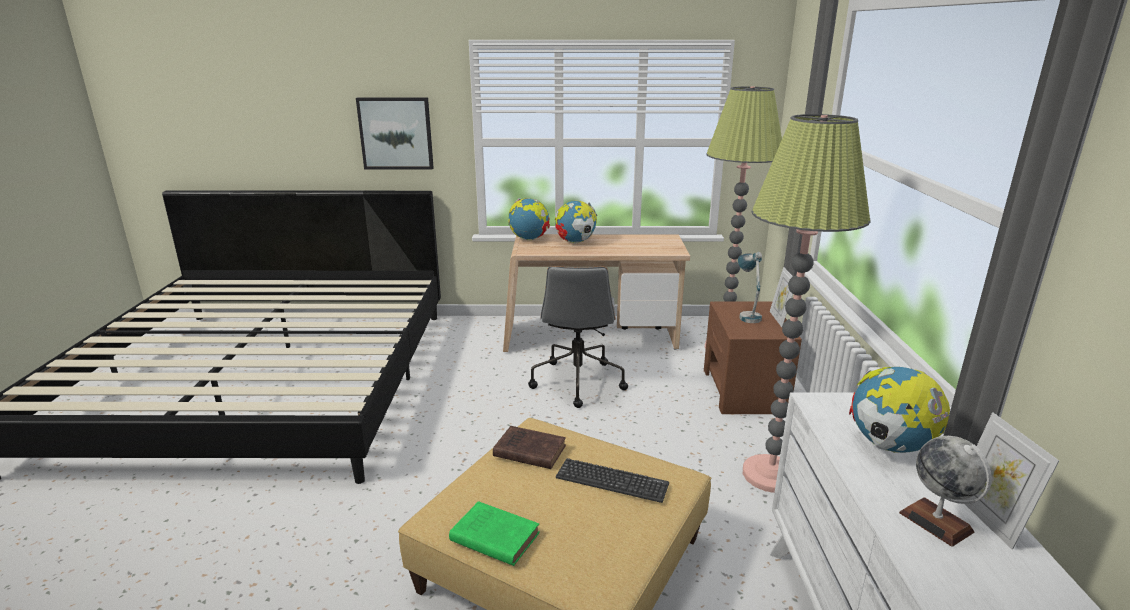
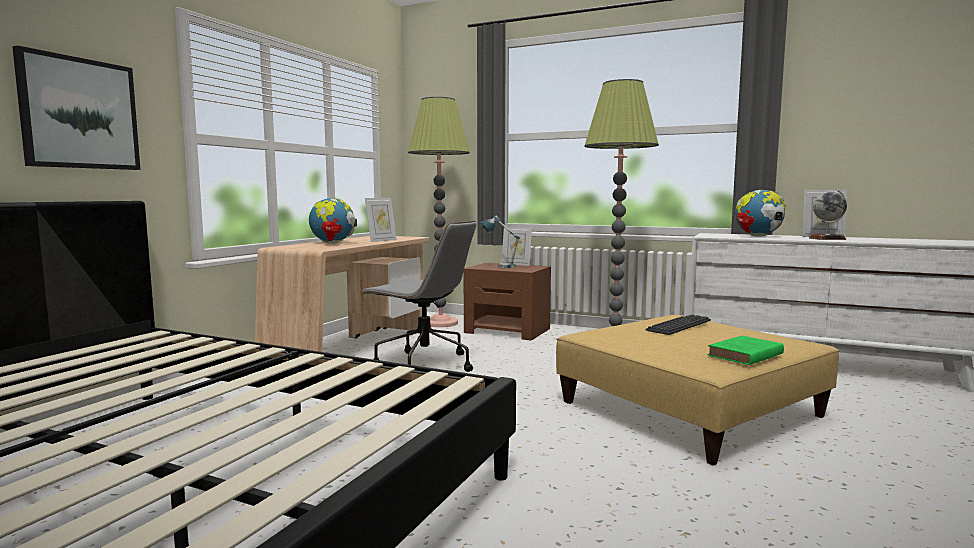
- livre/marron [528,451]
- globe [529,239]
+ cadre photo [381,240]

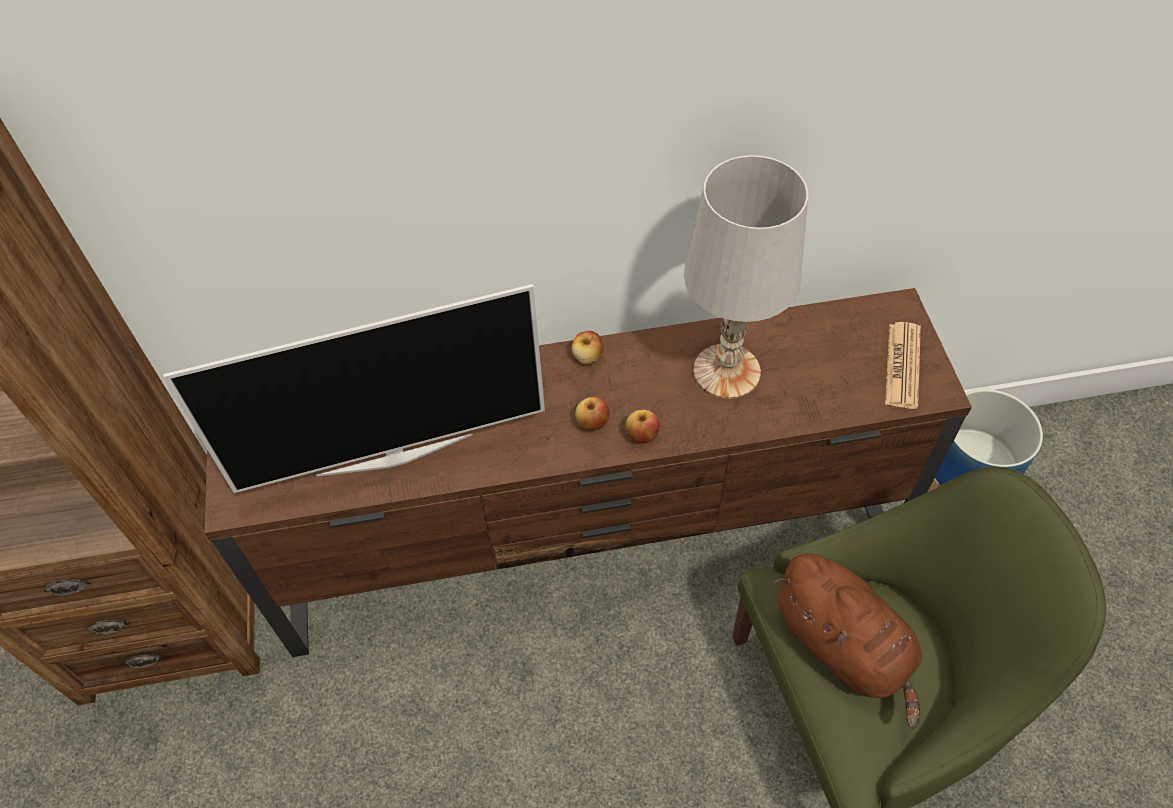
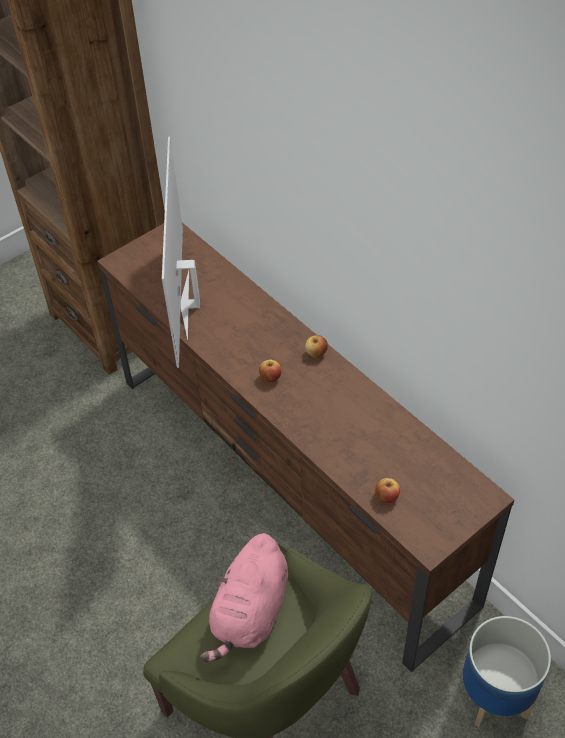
- lampe de table/blanc [726,371]
- journal [902,365]
~ pomme [642,435] to [386,496]
~ peluche/marron [844,647] to peluche/rose [250,613]
~ téléviseur [394,453] = [190,304] 45 degrees clockwise

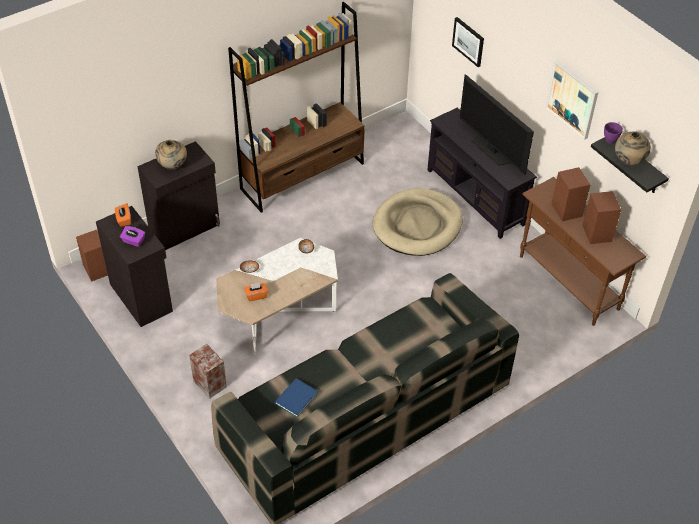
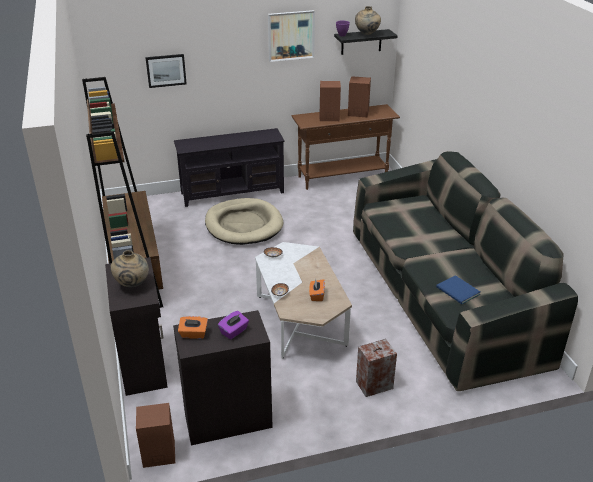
- téléviseur [492,150]

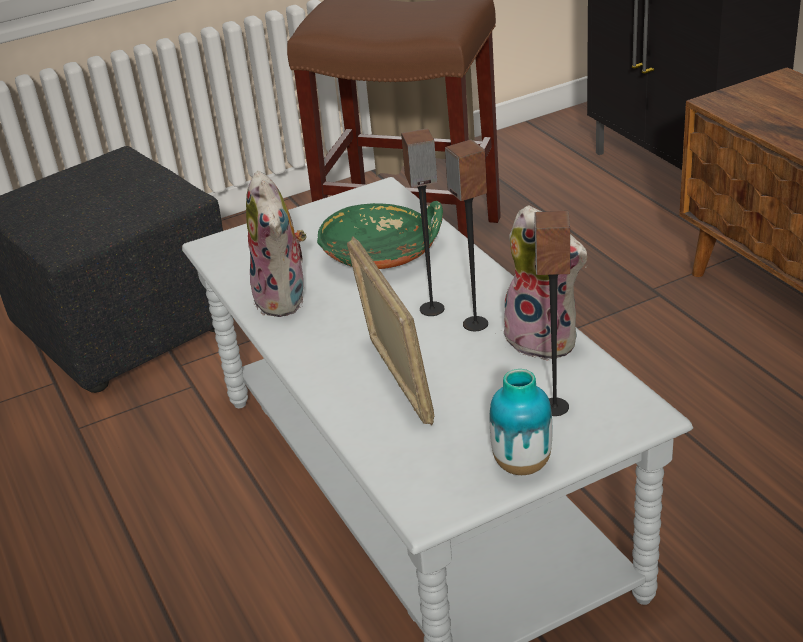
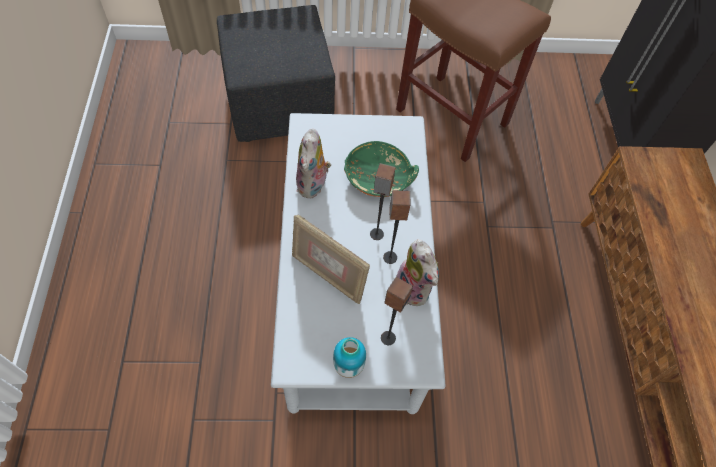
~ cadre photo [395,382] = [328,276] 120 degrees clockwise

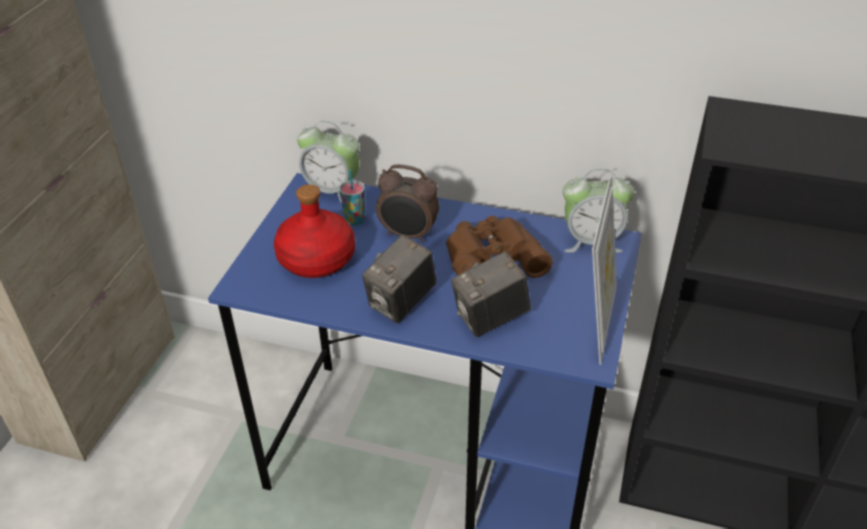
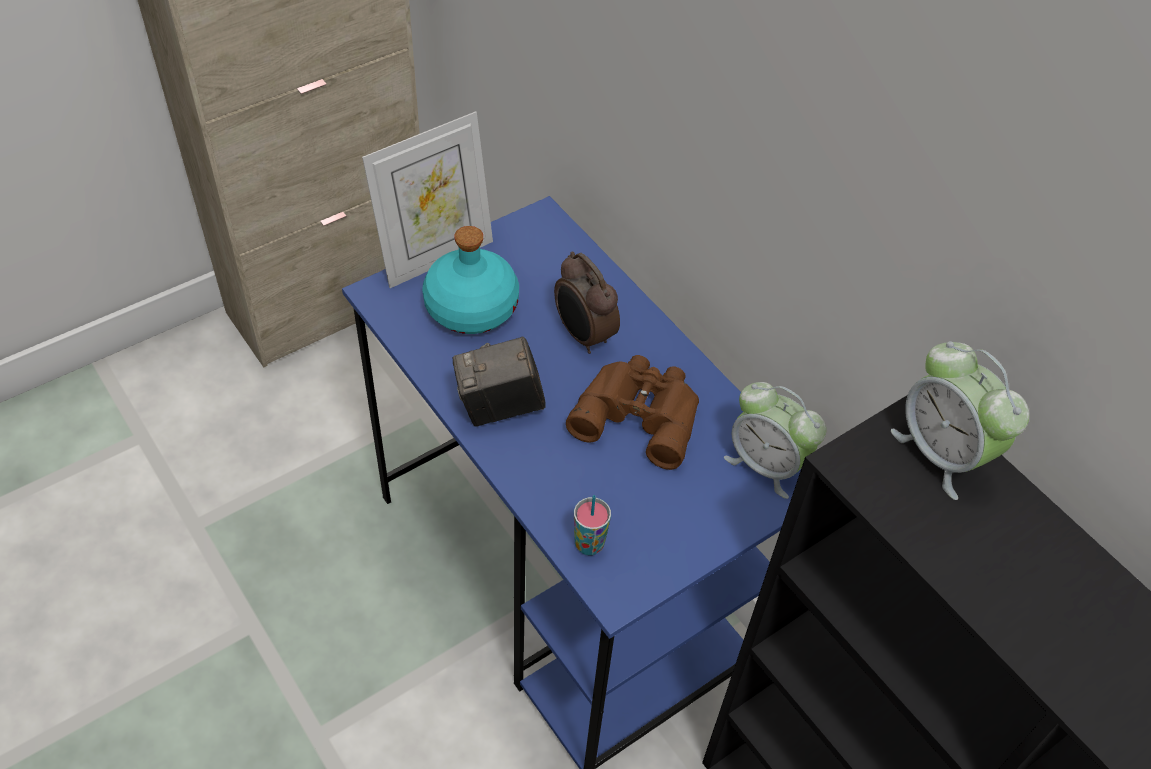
- appareil photo [490,319]
~ réveil [332,191] to [942,453]
~ tasse [354,220] to [589,544]
~ cadre photo [596,322] to [435,257]
~ bouteille/rouge [316,259] to bouteille/turquoise [470,307]

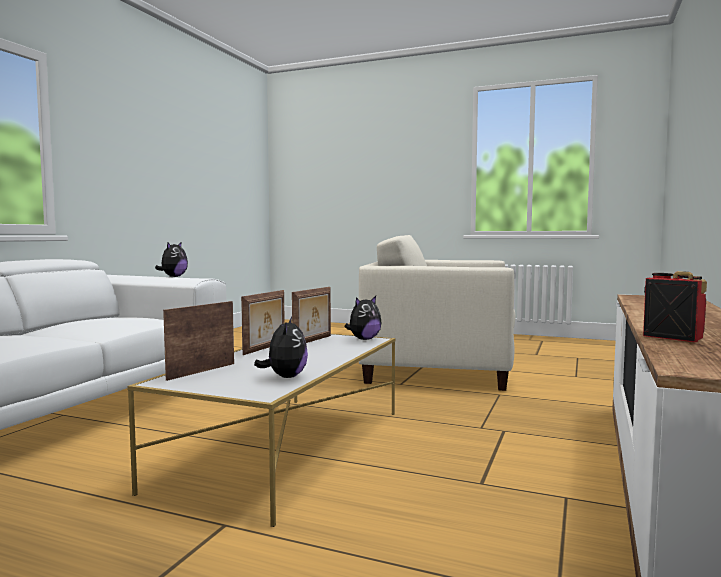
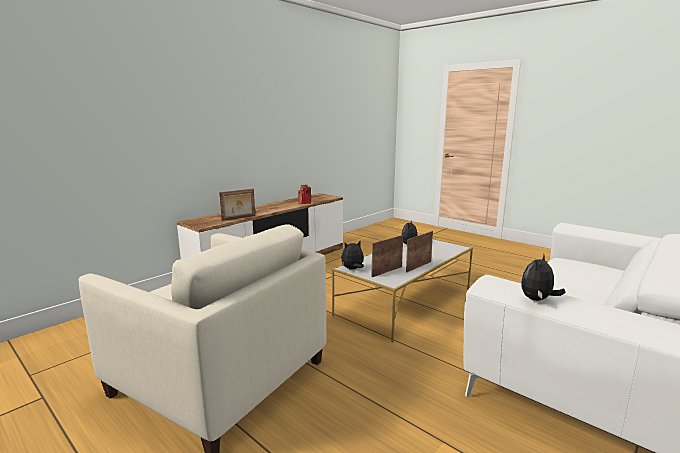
~ cadre photo [200,371] to [239,218]

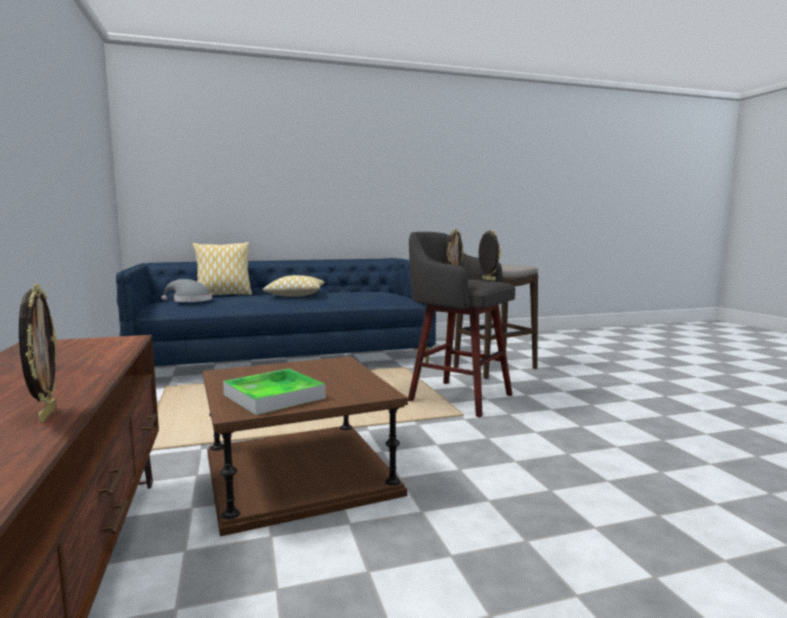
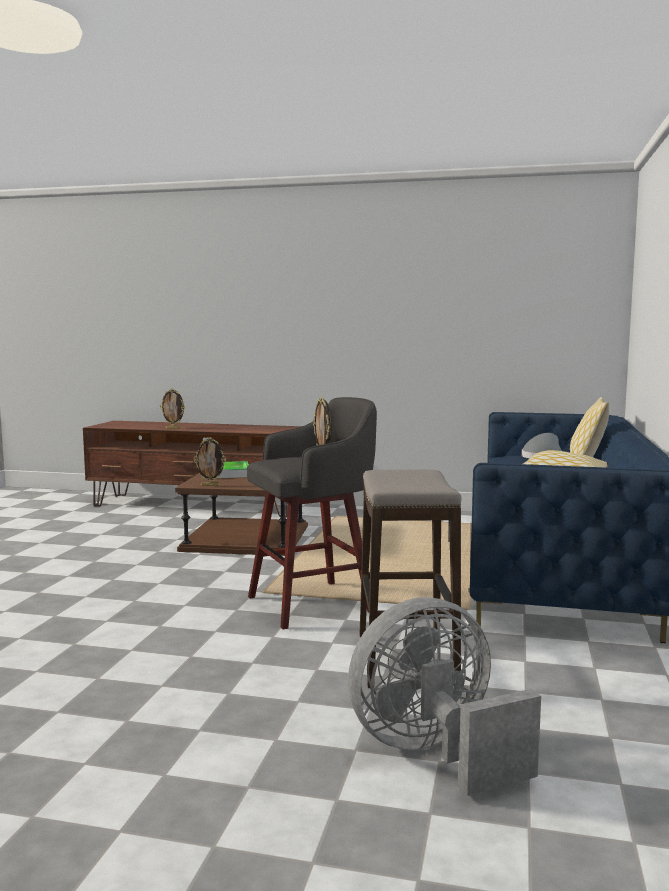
+ ventilateur/gris [435,753]
~ cadre photo [488,279] to [210,485]

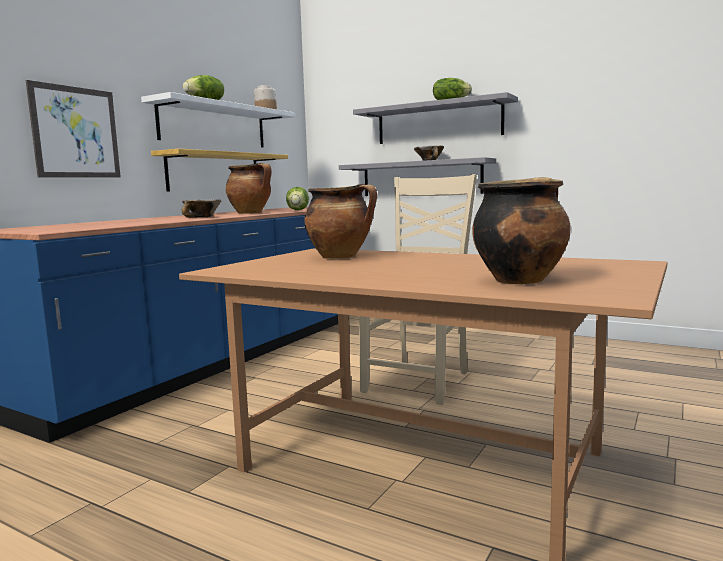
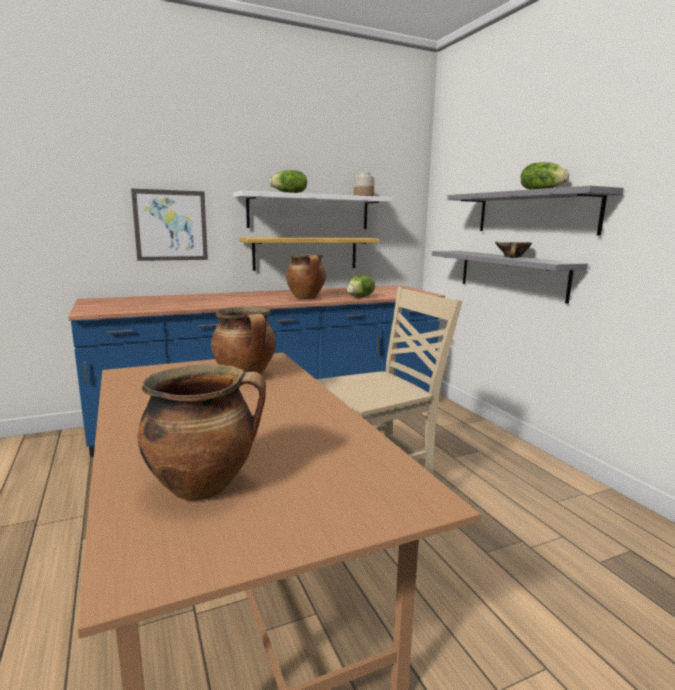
- bol [202,217]

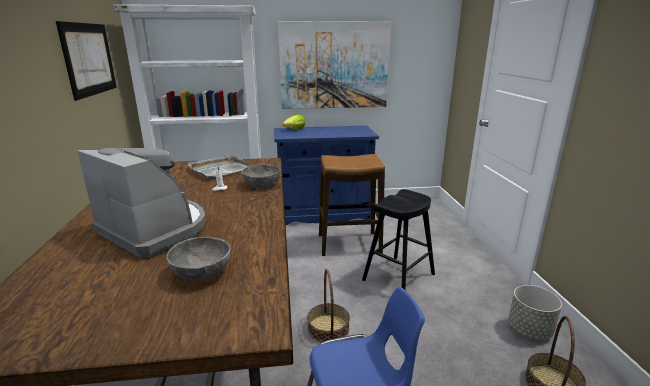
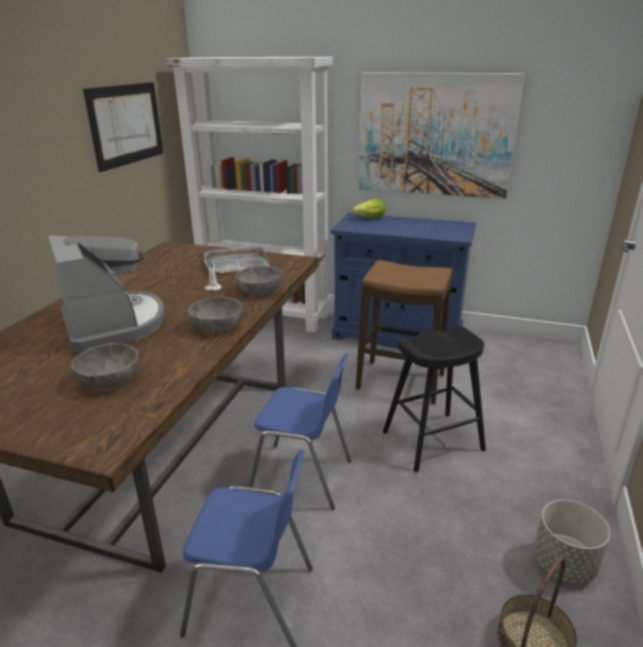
+ bol/gris [217,326]
~ panier [328,328] to chaise/bleu [302,477]

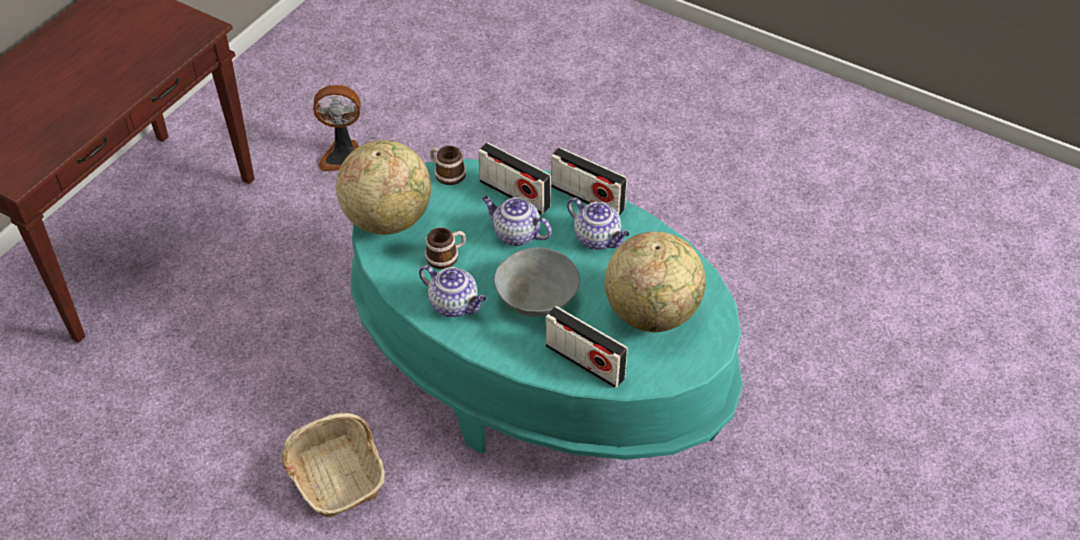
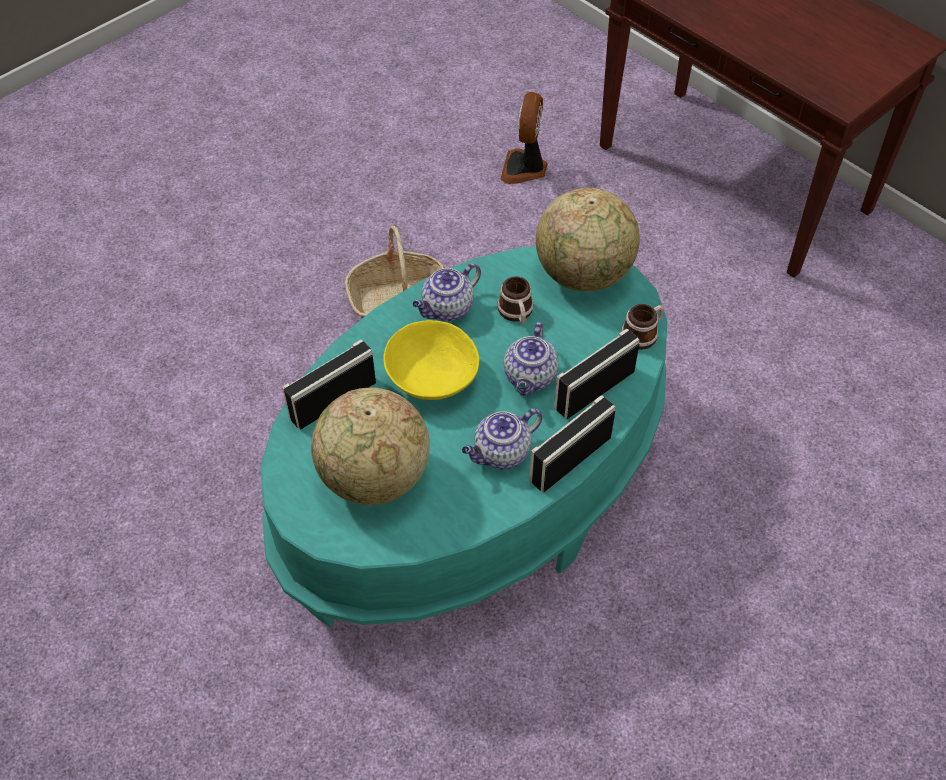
~ ventilateur [344,155] to [525,168]
~ bol/gris [537,299] to bol/jaune [431,378]
~ théière [515,234] = [530,377] 150 degrees clockwise

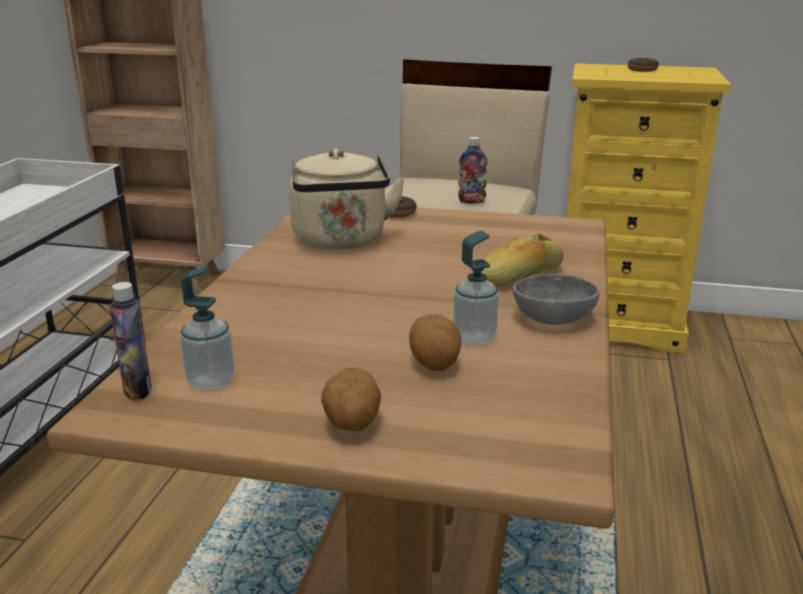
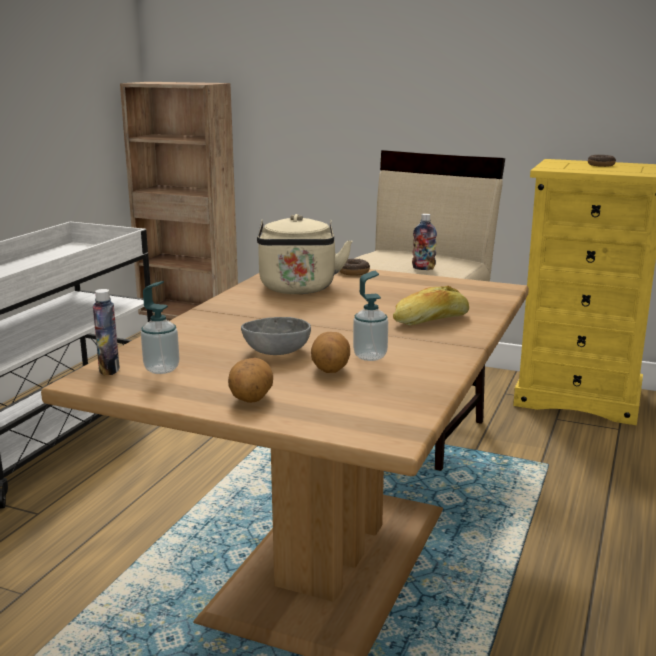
~ bol/gris [551,318] to [276,351]

